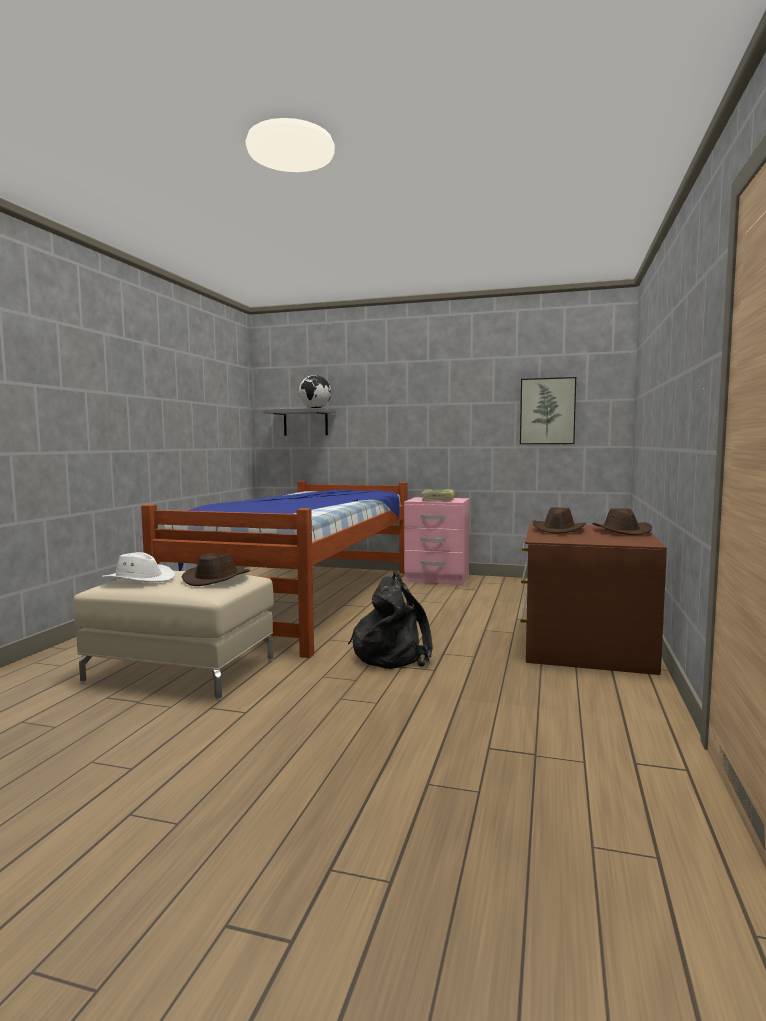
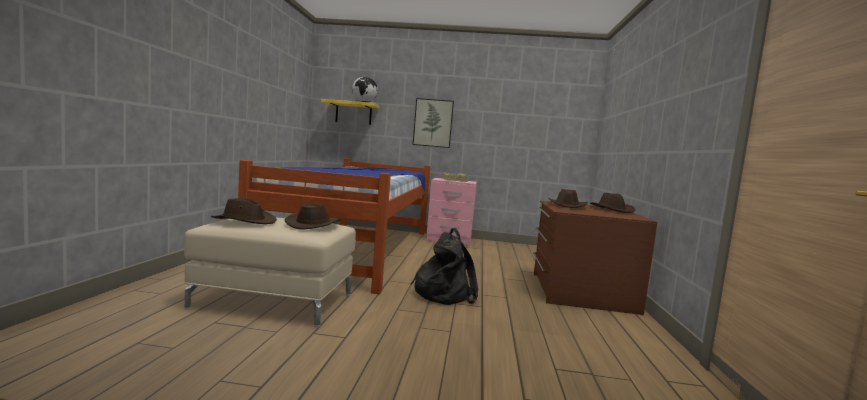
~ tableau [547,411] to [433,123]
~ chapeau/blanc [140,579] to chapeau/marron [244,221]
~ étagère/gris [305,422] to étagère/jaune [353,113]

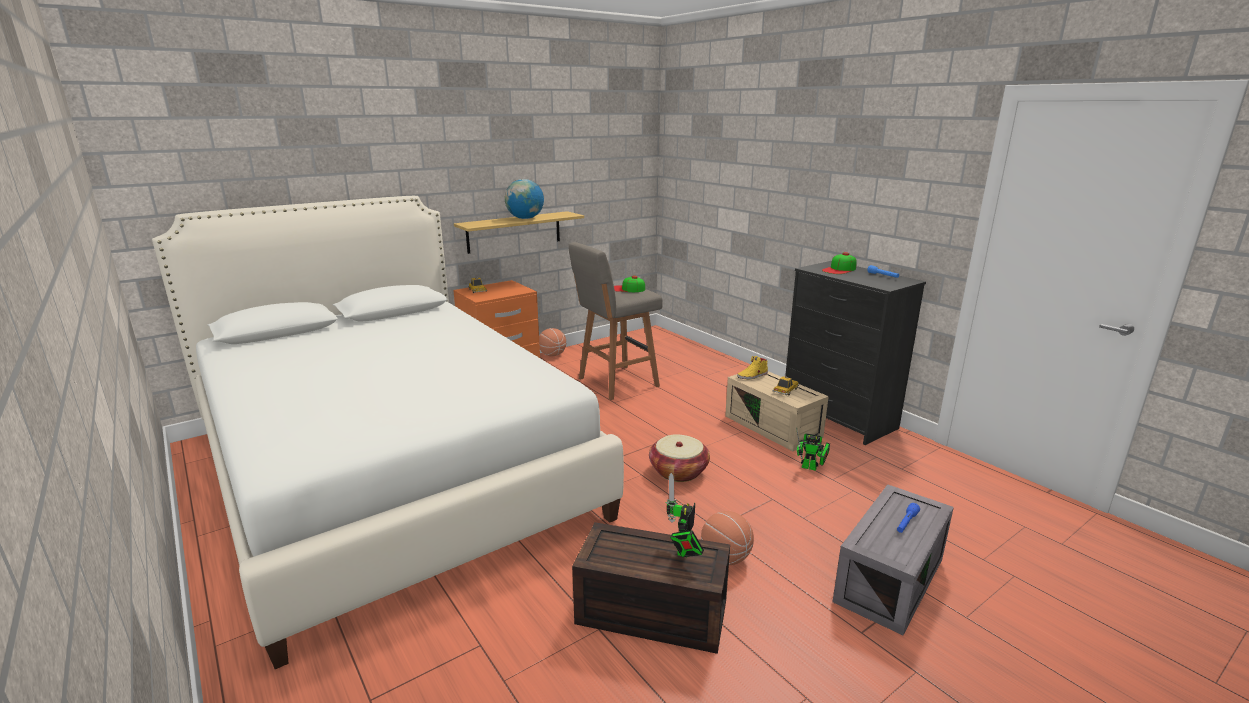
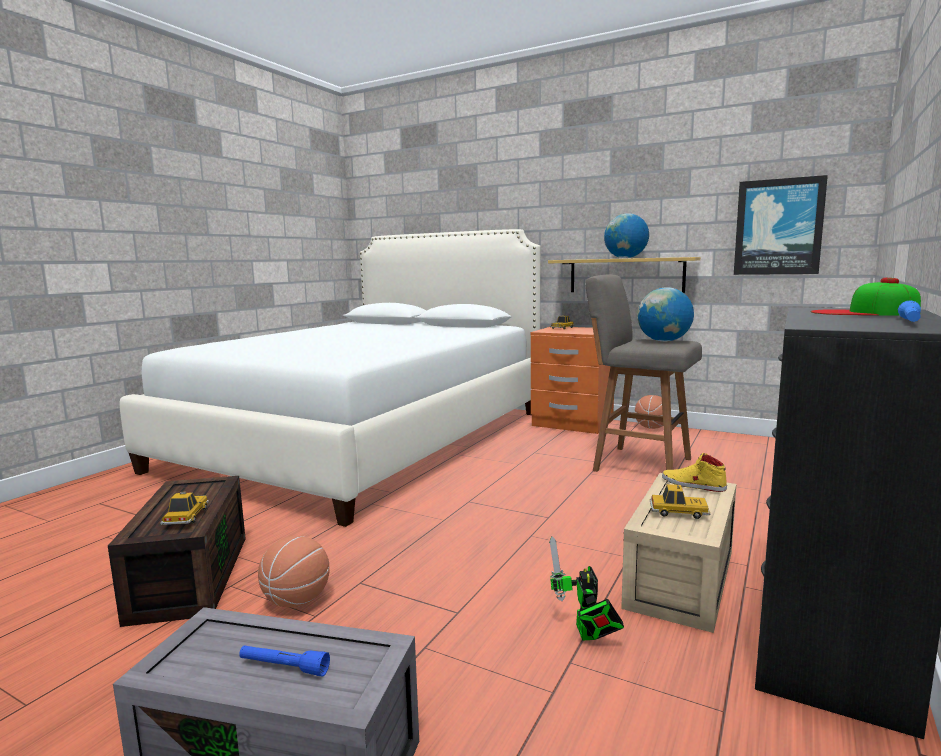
- panier [678,471]
+ tableau [778,227]
~ casquette [626,289] to globe [663,341]
~ robot jouet [683,552] to petite voiture [186,517]

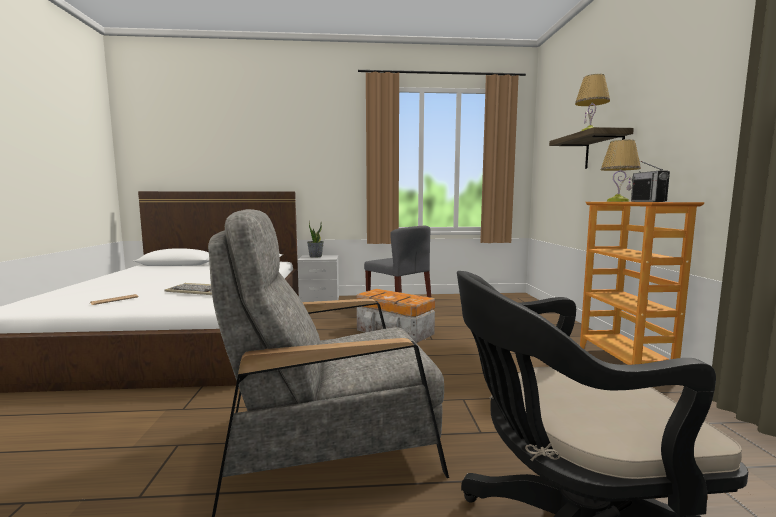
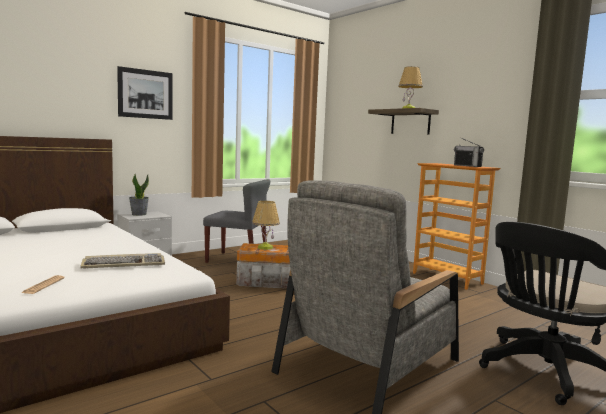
+ tableau [145,94]
~ lampe de table [617,201] to [265,247]

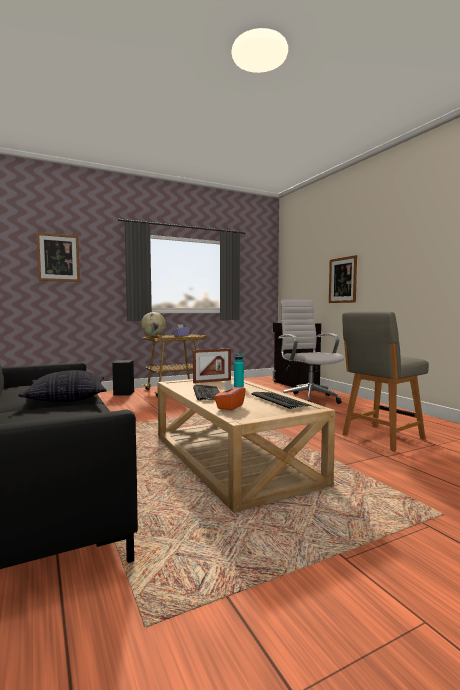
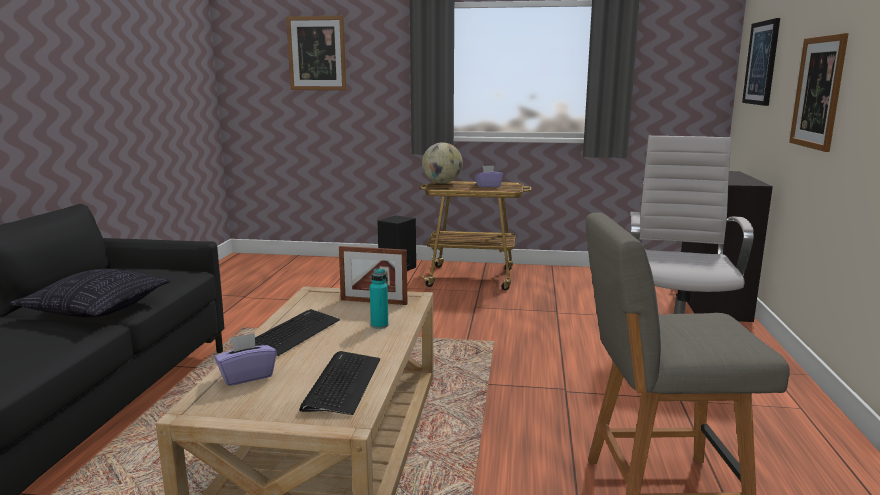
+ tableau [761,63]
~ boîte à mouchoirs/orange [230,407] to boîte à mouchoirs/violet [247,376]

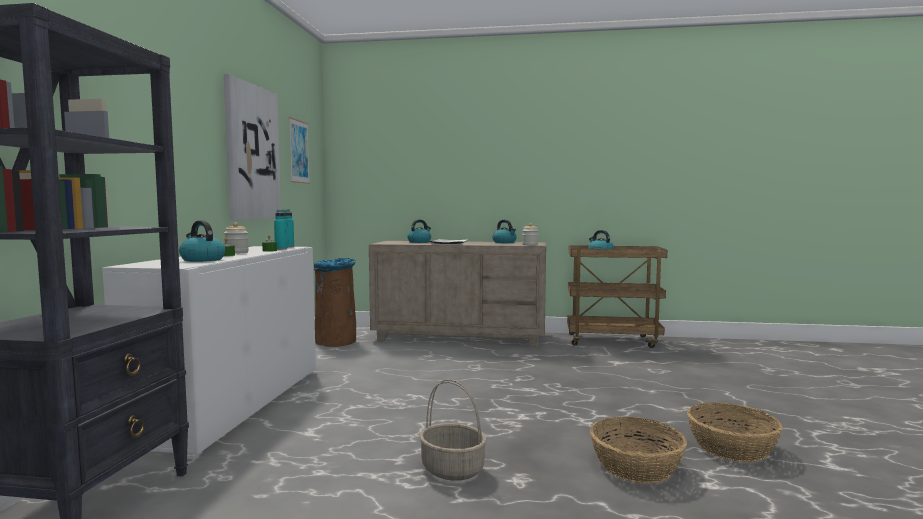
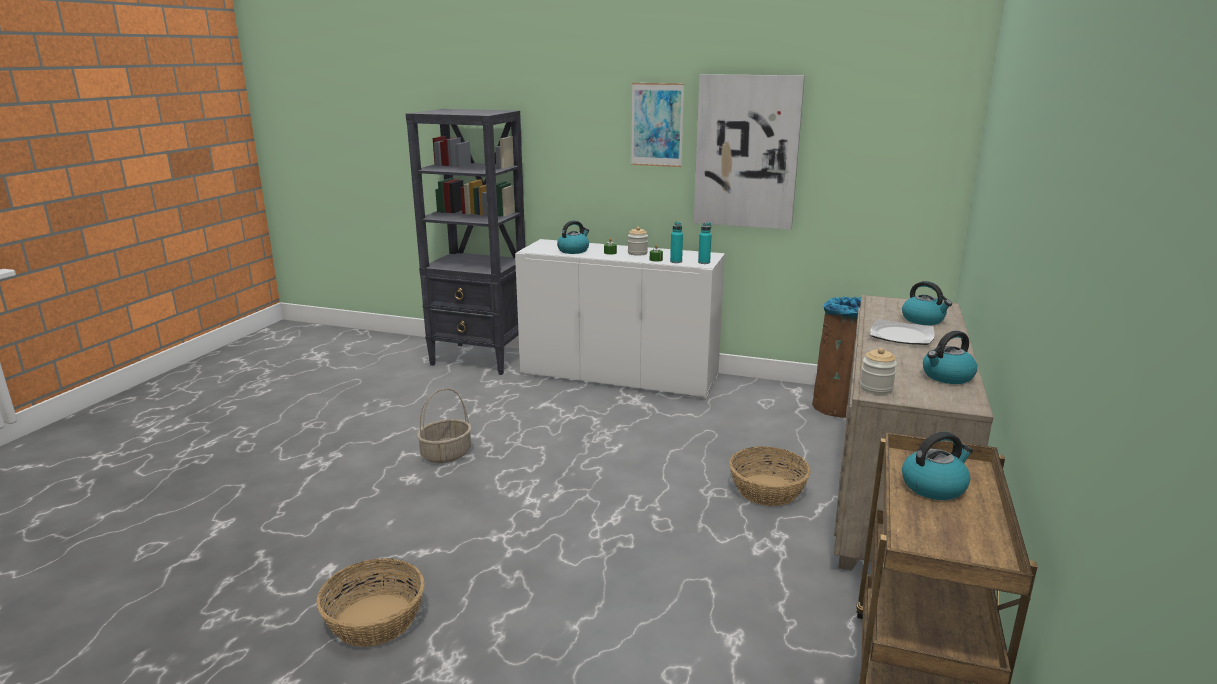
~ tableau [299,151] to [657,125]
~ panier [635,466] to [767,490]

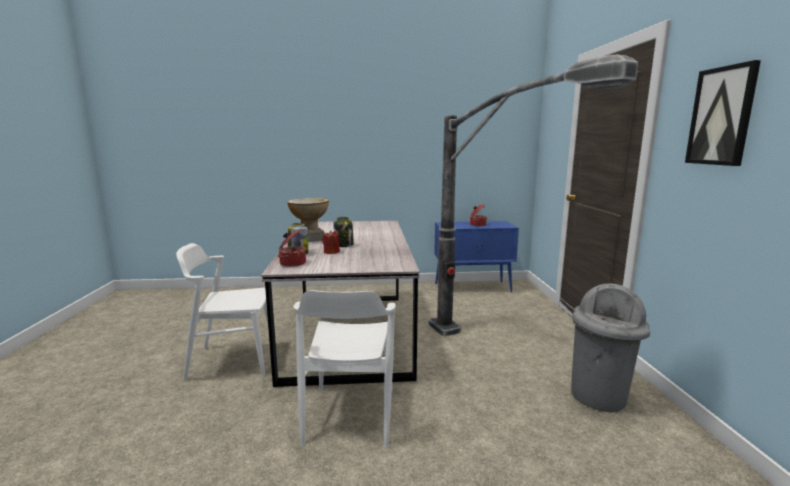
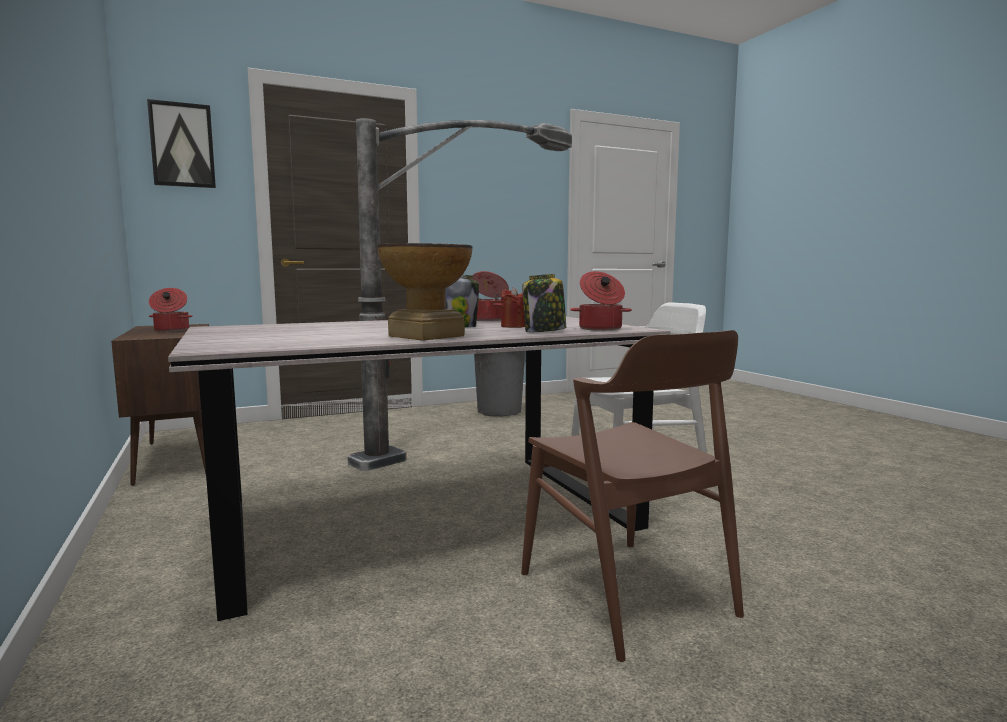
+ marmite [488,320]
~ tableau [721,116] to [182,145]
~ chaise/blanc [232,360] to chaise/marron [626,593]
~ meuble de rangement/bleu [473,287] to meuble de rangement/marron [177,458]

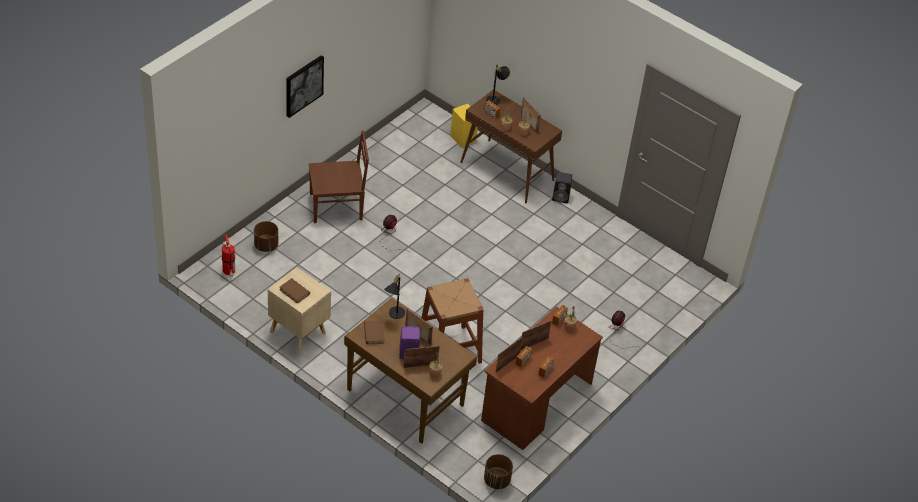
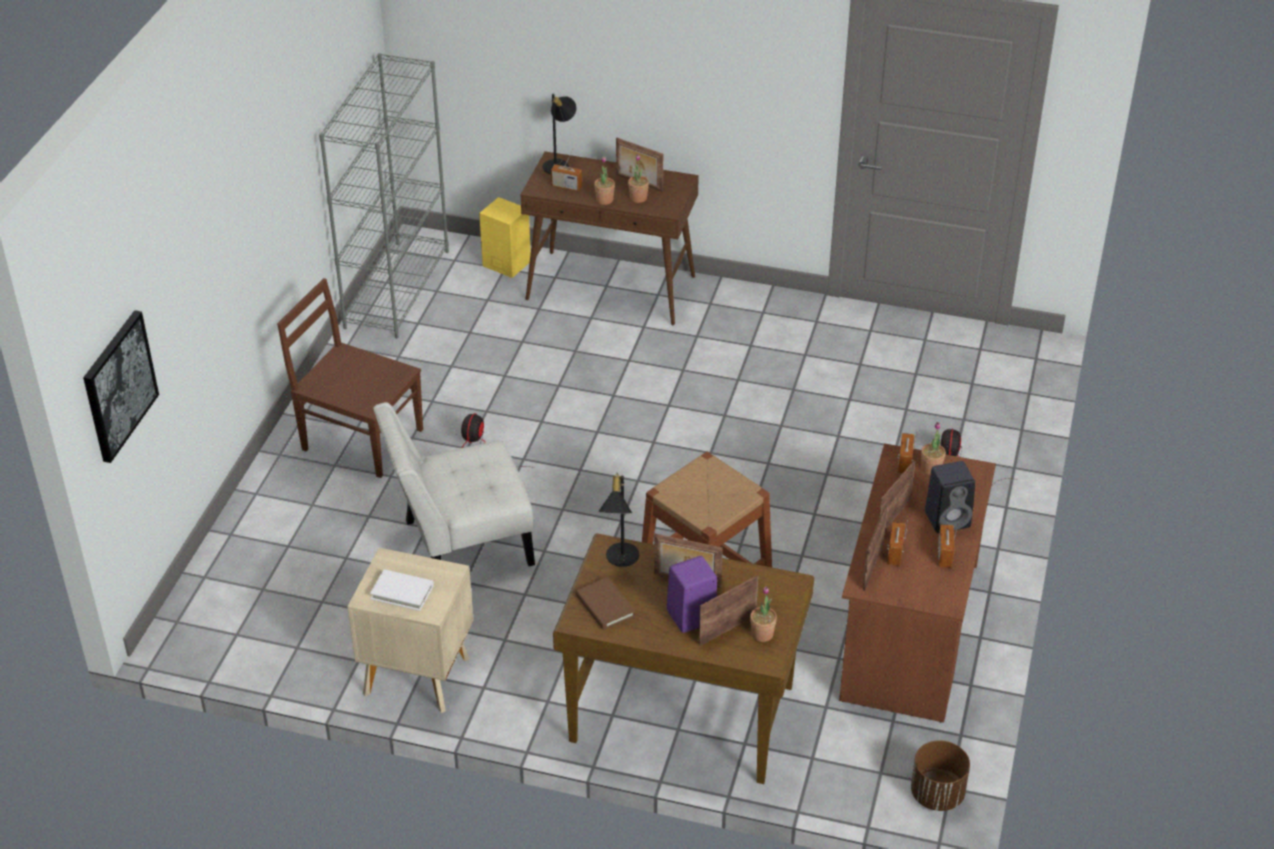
- extincteur [229,273]
- cache-pot/marron [266,245]
+ bibliothèque/gris [397,288]
+ chaise/blanc [460,545]
~ tableau [303,85] to [118,385]
~ enceinte/noir [561,197] to [948,519]
~ livre/marron [294,292] to livre/blanc [402,592]
~ chaise/marron [337,206] = [360,438] 120 degrees counterclockwise

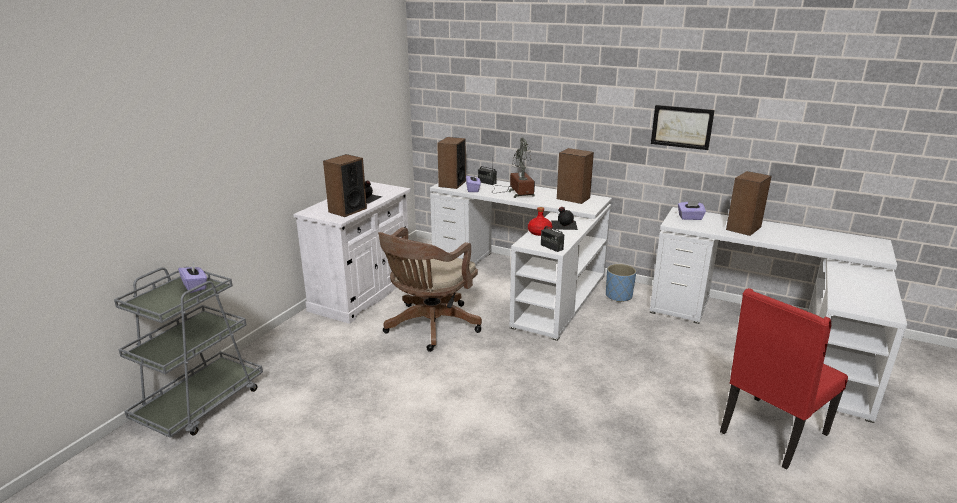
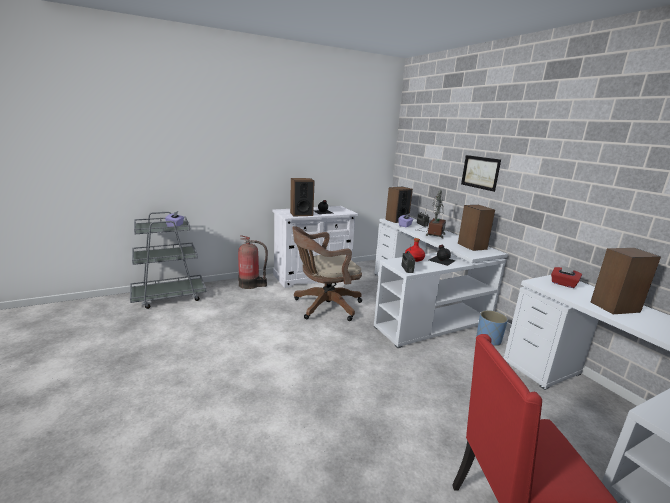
+ extincteur [251,285]
~ tableau [681,127] to [480,172]
~ boîte à mouchoirs/violet [690,218] to boîte à mouchoirs/rouge [563,284]

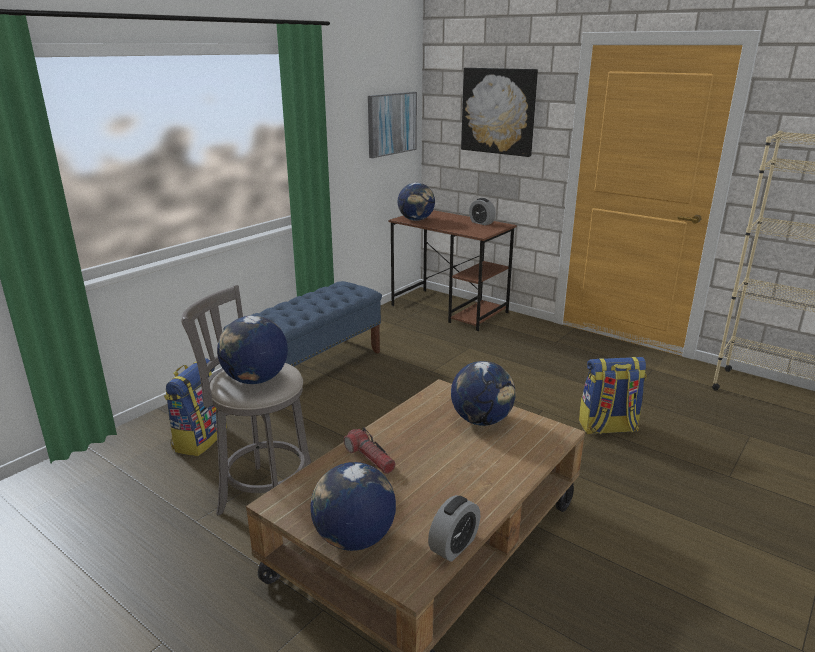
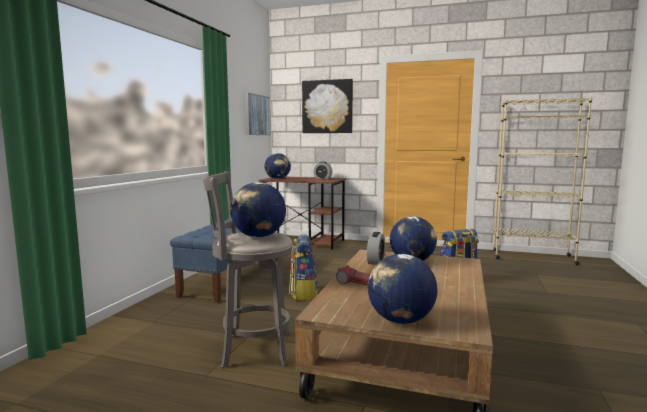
~ sac à dos [199,439] to [303,293]
~ réveil [454,546] to [375,261]

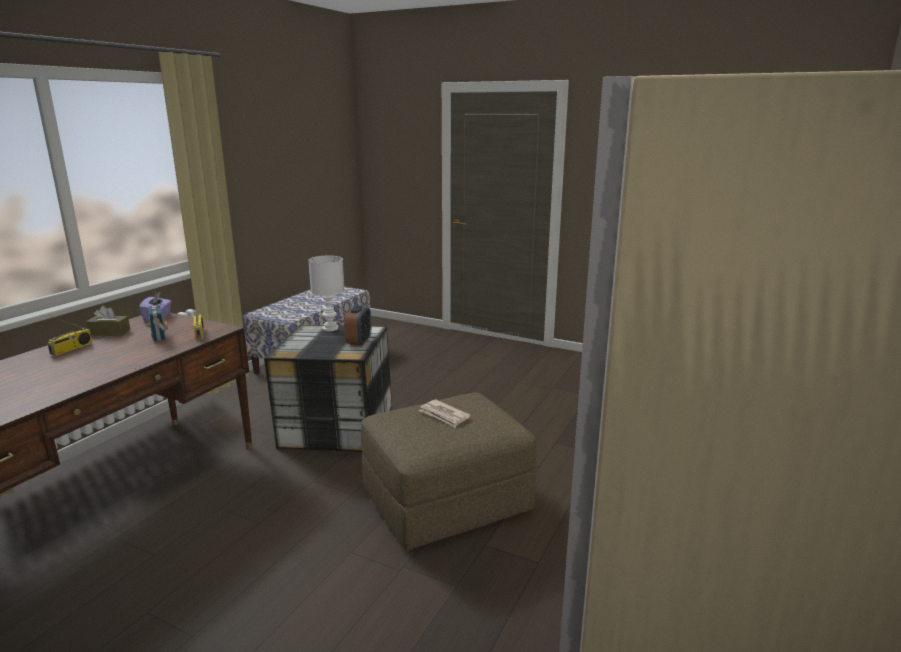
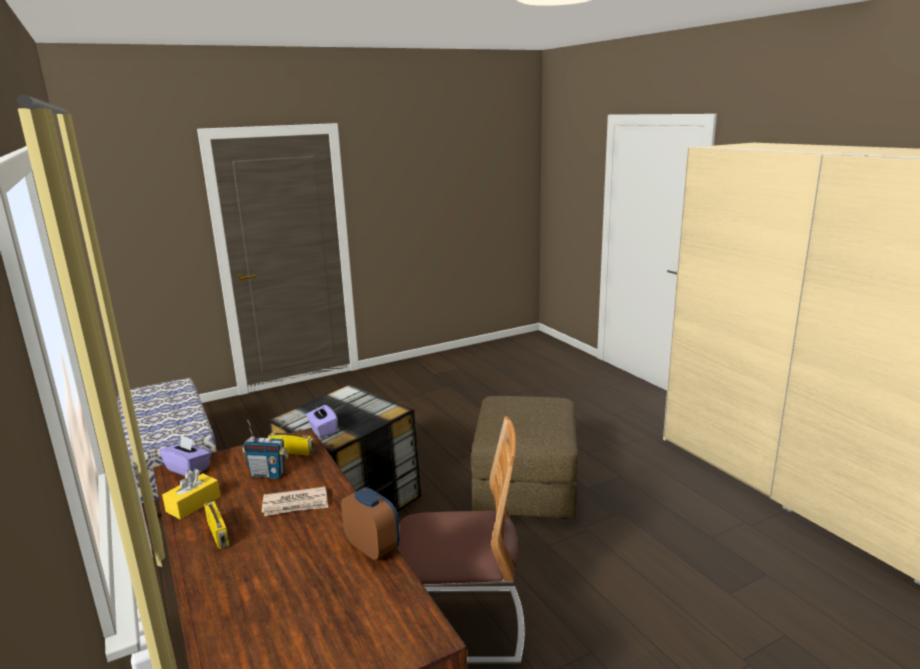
- lampe de table/blanc [331,328]
+ boîte à mouchoirs/violet [322,430]
+ chaise [461,625]
~ réveil [359,342] to [372,547]
~ journal [444,415] to [296,504]
~ boîte à mouchoirs/marron [109,332] to boîte à mouchoirs/jaune [193,504]

